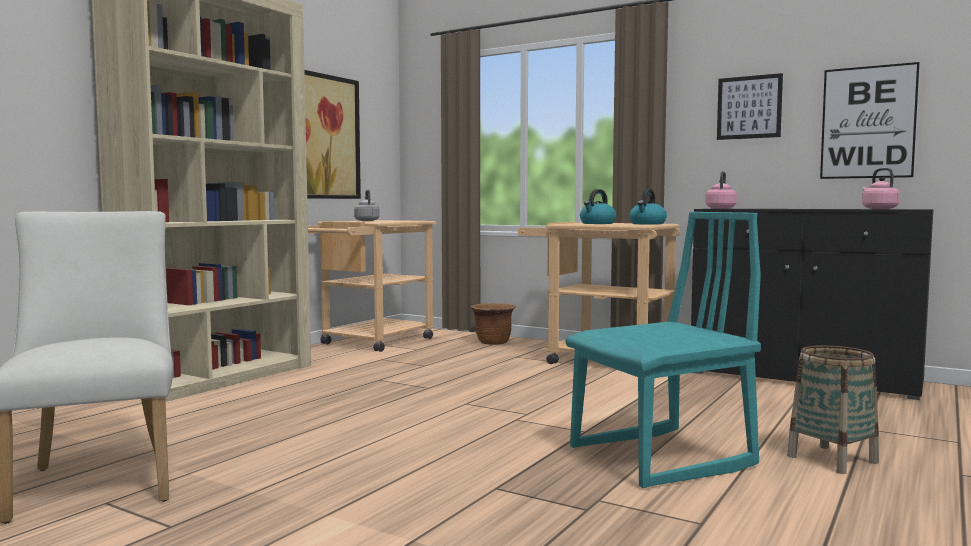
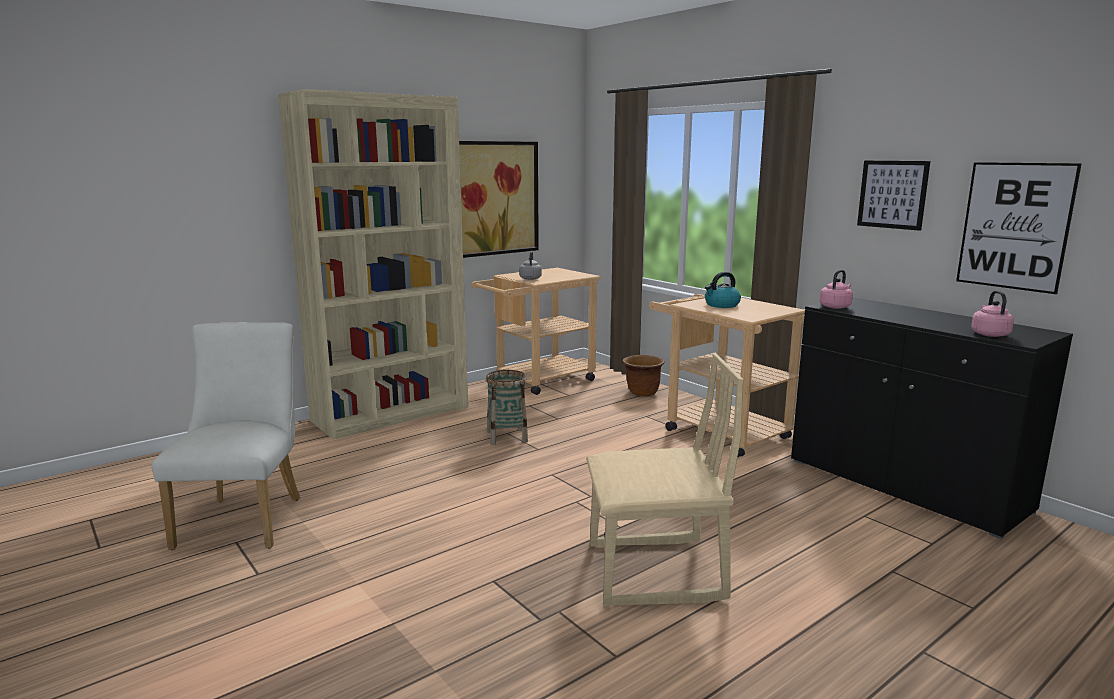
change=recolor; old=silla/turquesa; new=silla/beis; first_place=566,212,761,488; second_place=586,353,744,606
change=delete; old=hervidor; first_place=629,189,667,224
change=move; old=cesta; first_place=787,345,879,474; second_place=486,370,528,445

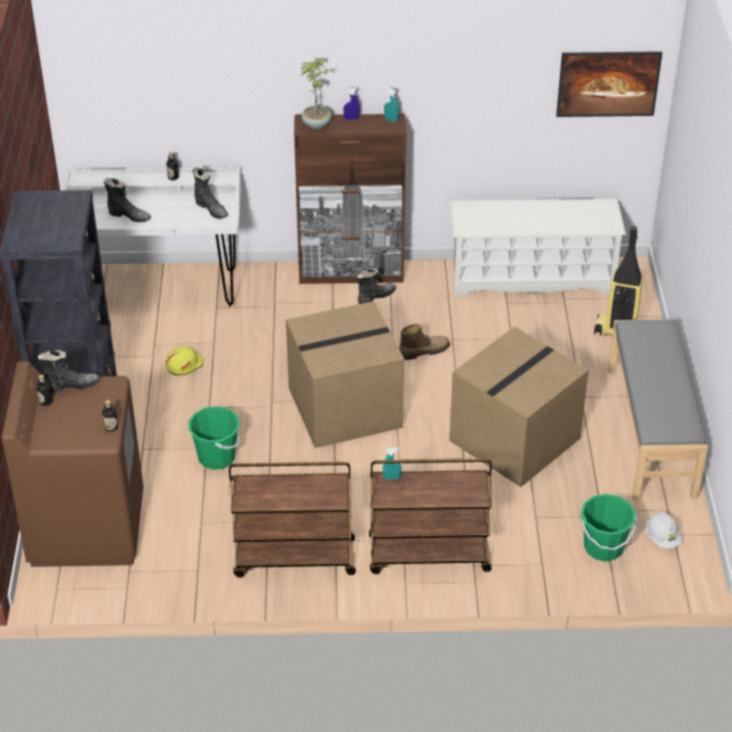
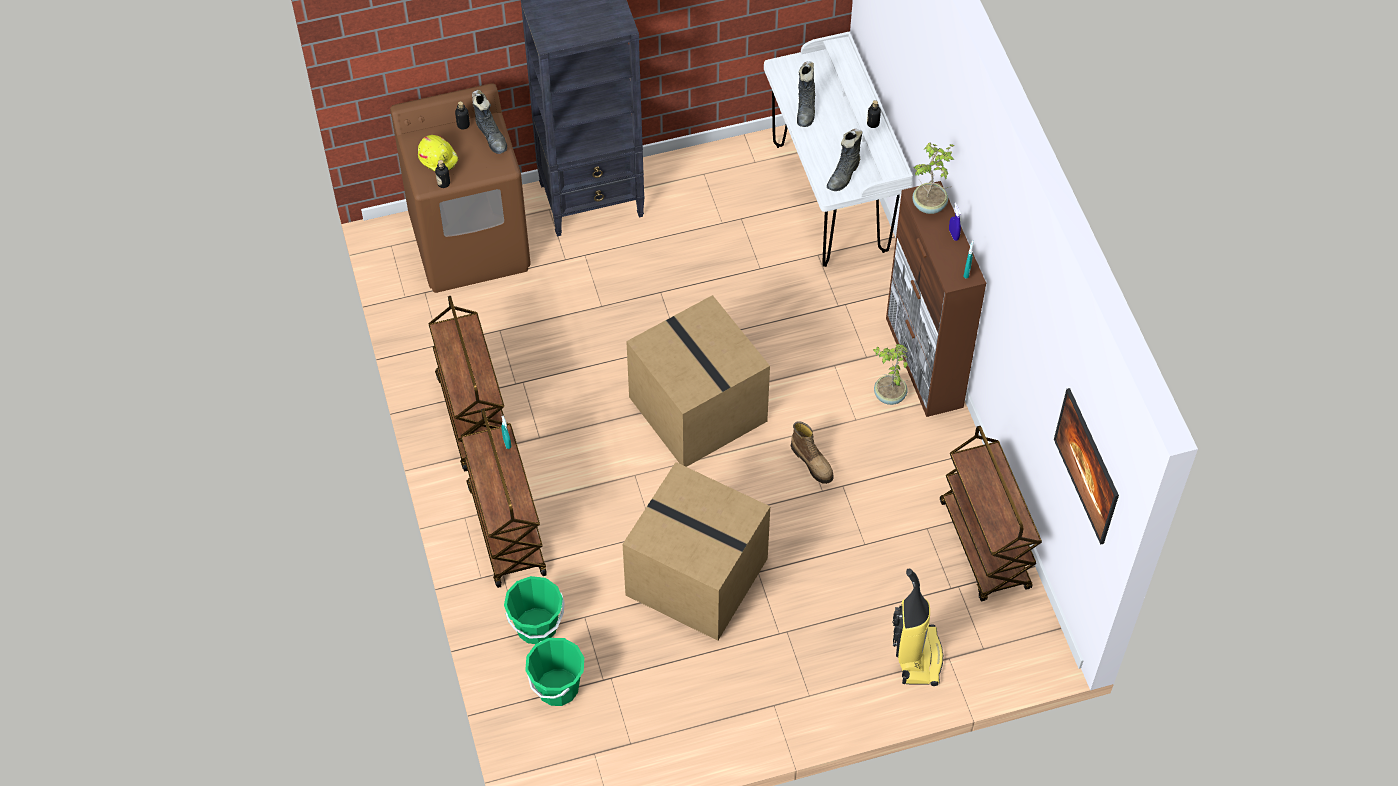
change=move; old=casco/amarillo; first_place=165,347,203,376; second_place=418,135,459,171
change=move; old=cubo/verde; first_place=188,406,240,470; second_place=504,576,565,644
change=replace; old=bota/negro; new=planta en maceta; first_place=357,268,396,304; second_place=873,344,908,405
change=replace; old=zapatero/blanco; new=carrito/marrón; first_place=449,199,626,296; second_place=940,426,1042,601
change=delete; old=banco/gris; first_place=608,319,708,499
change=delete; old=casco/blanco; first_place=645,512,682,549

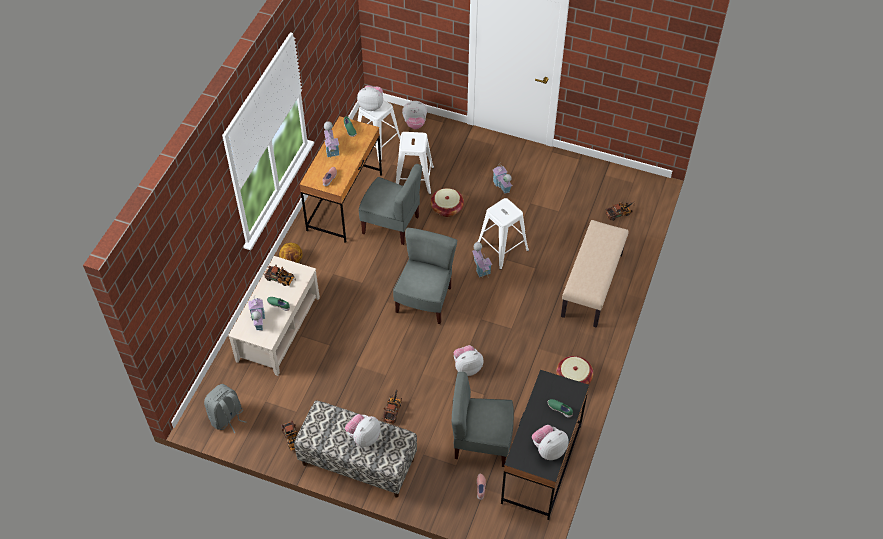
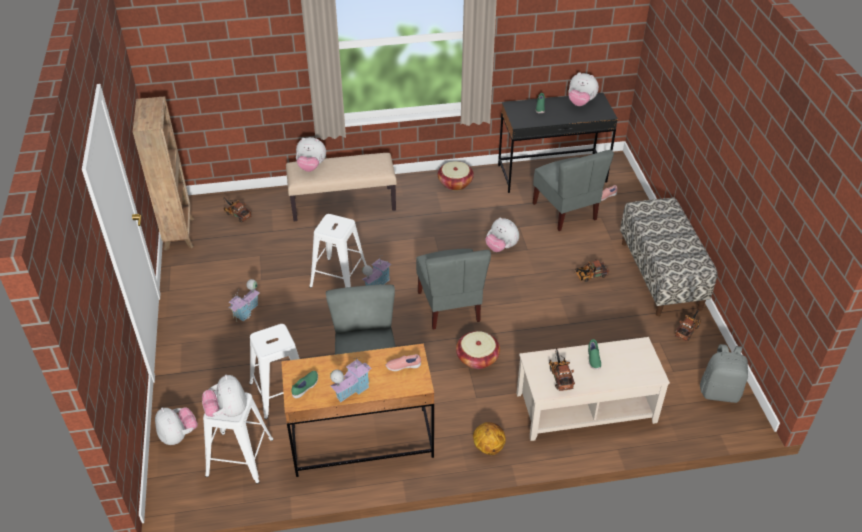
change=delete; old=casita; first_place=248,296,265,331
change=move; old=peluche; first_place=345,414,381,447; second_place=296,137,326,172
change=rotate; old=silla/gris; first_place=393,228,457,324; second_place=416,249,491,329; degrees=-90
change=move; old=cesta; first_place=431,188,464,217; second_place=456,331,500,369
change=insert; new=estantería/marrón; second_place=133,96,194,251

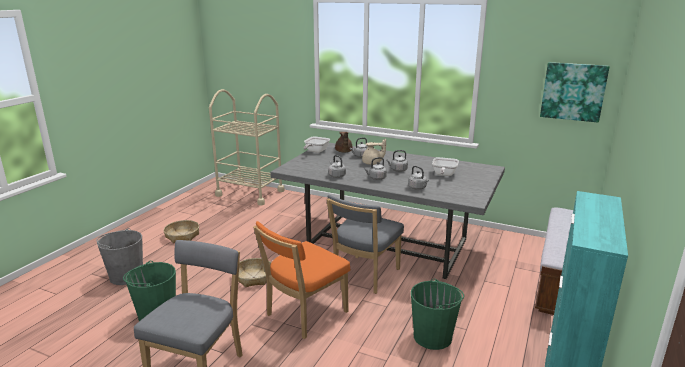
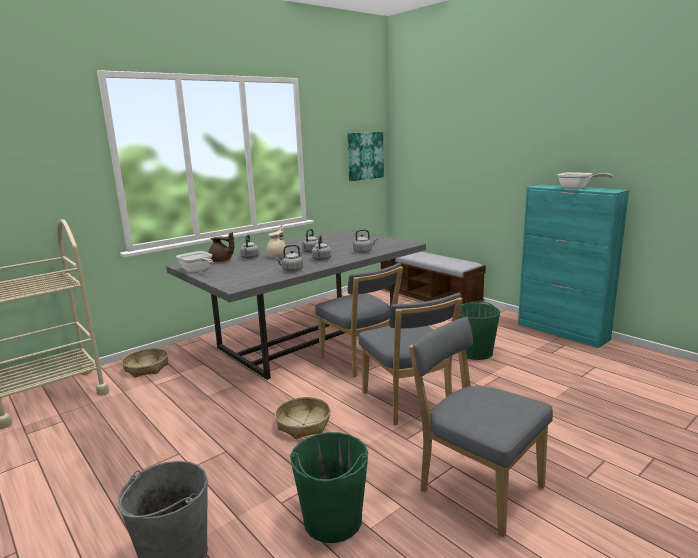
change=move; old=cesta; first_place=163,220,199,243; second_place=122,348,168,377
change=recolor; old=silla/naranja; new=silla/gris; first_place=253,221,350,339; second_place=359,293,463,425
change=move; old=sartén; first_place=432,157,459,176; second_place=557,172,613,189

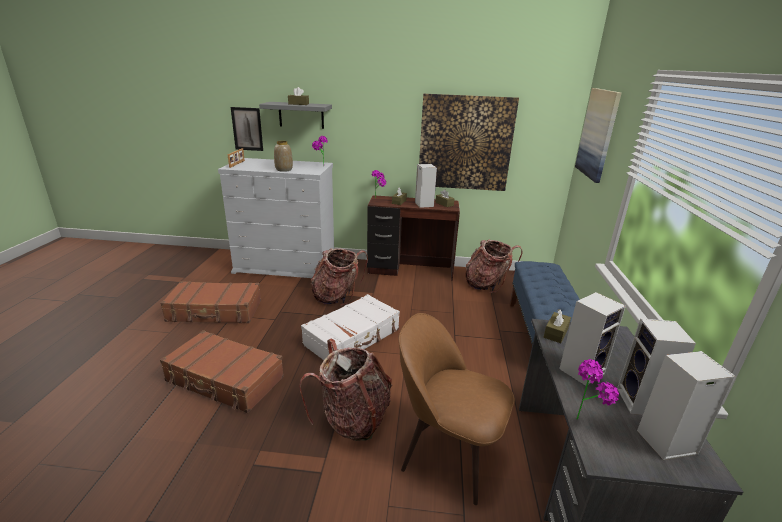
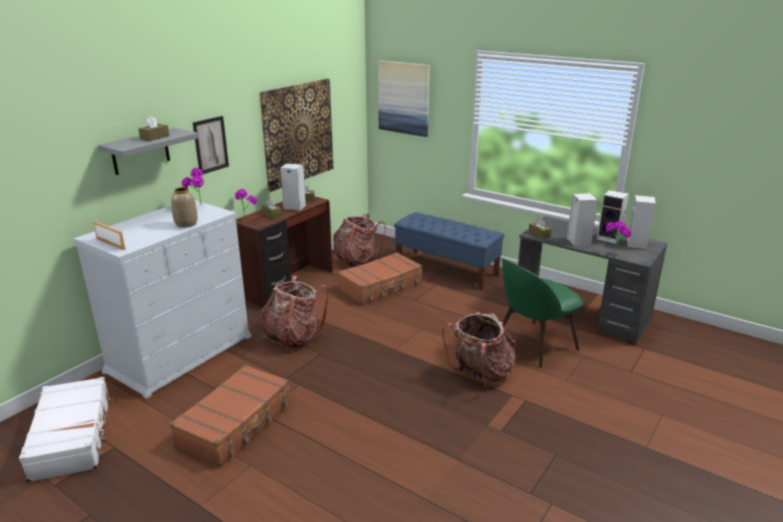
change=move; old=maleta/marrón; first_place=160,330,284,413; second_place=338,252,422,305
change=move; old=cuadro; first_place=231,107,263,151; second_place=193,116,229,174
change=move; old=maleta/blanco; first_place=301,294,400,360; second_place=19,377,113,482
change=recolor; old=silla/marrón; new=silla/verde; first_place=398,313,515,505; second_place=502,259,583,368

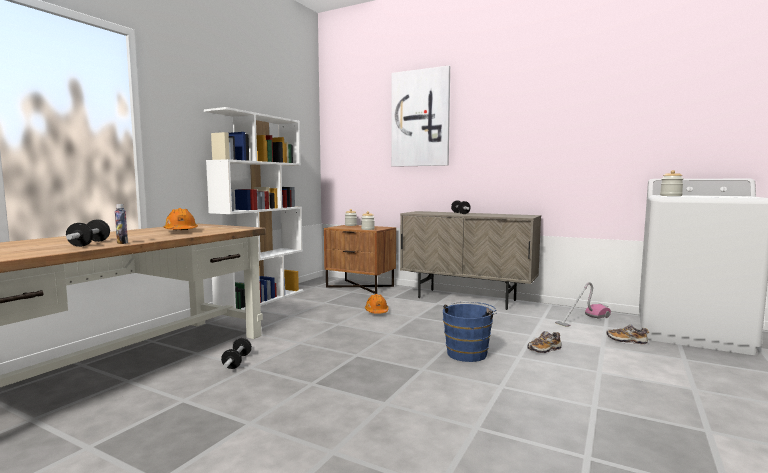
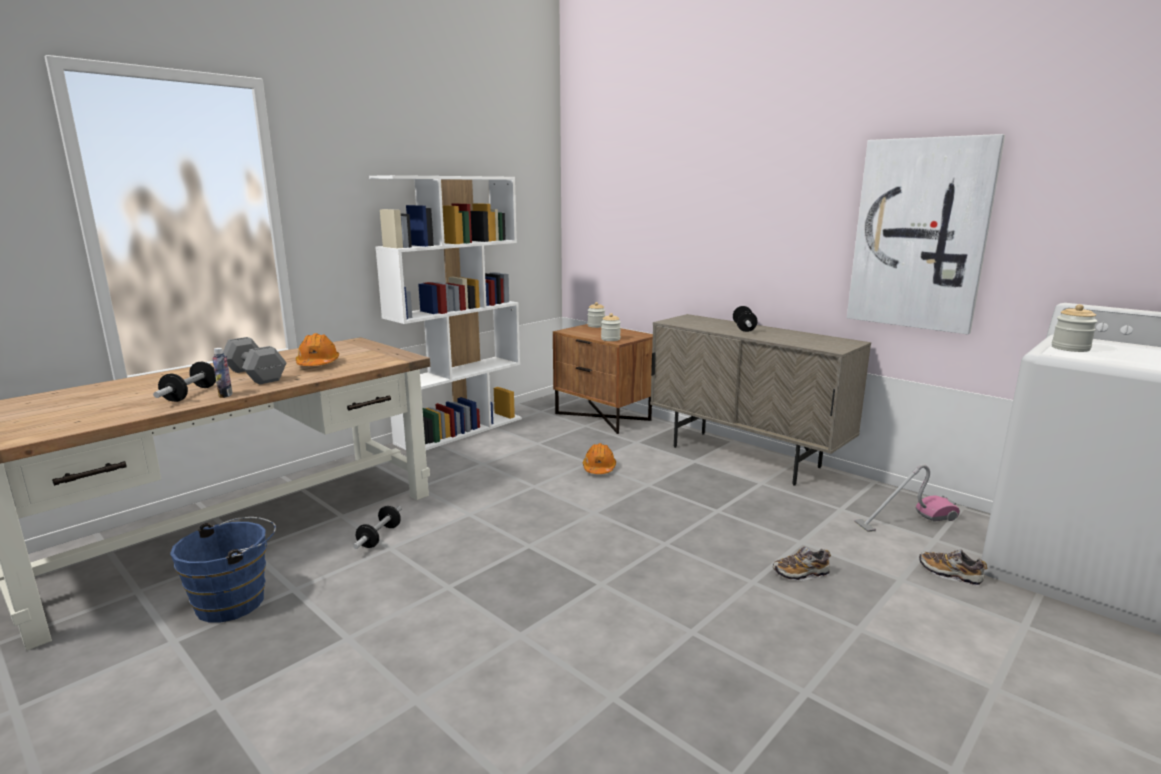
change=move; old=cuadro; first_place=391,66,450,167; second_place=847,134,1005,334
change=move; old=cubo/azul; first_place=443,302,497,362; second_place=170,517,276,623
change=insert; new=mancuerna/gris; second_place=223,337,287,385

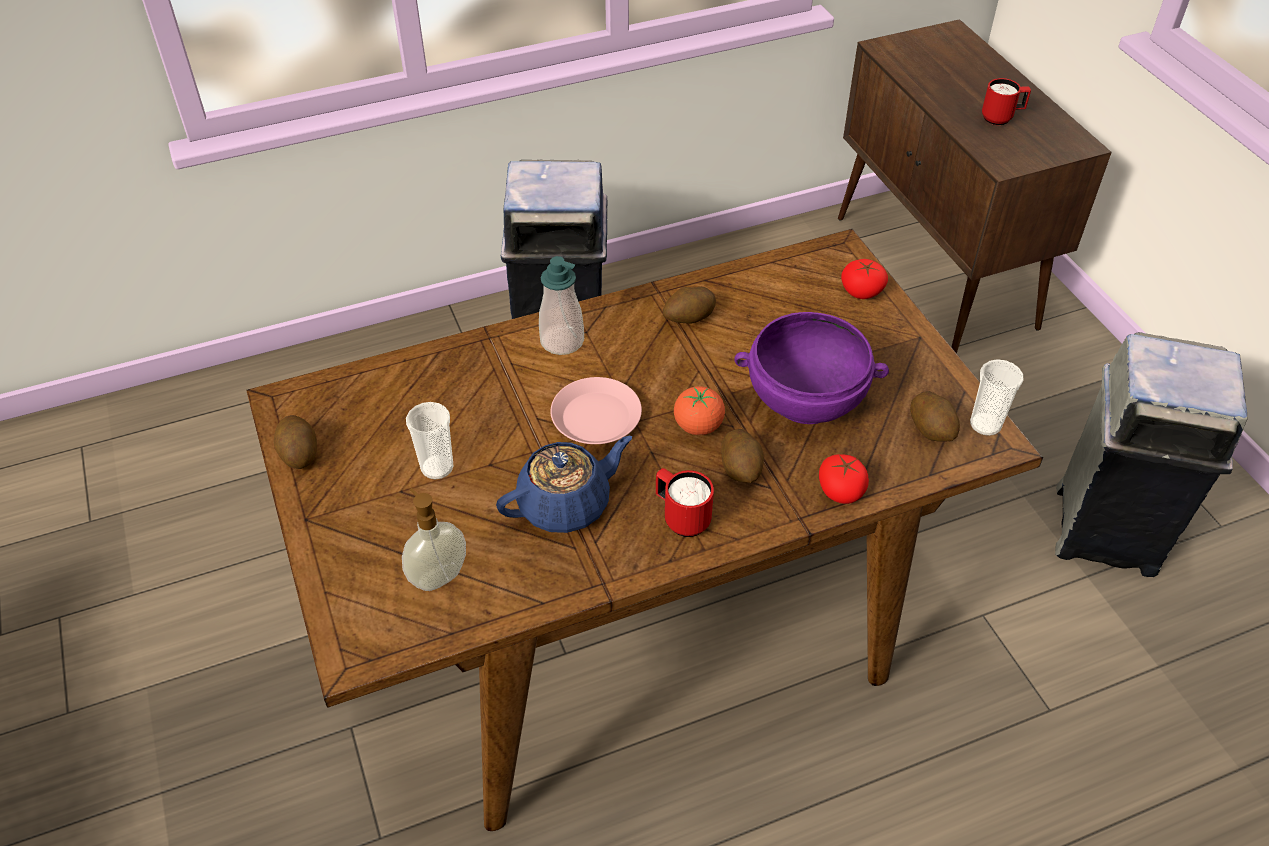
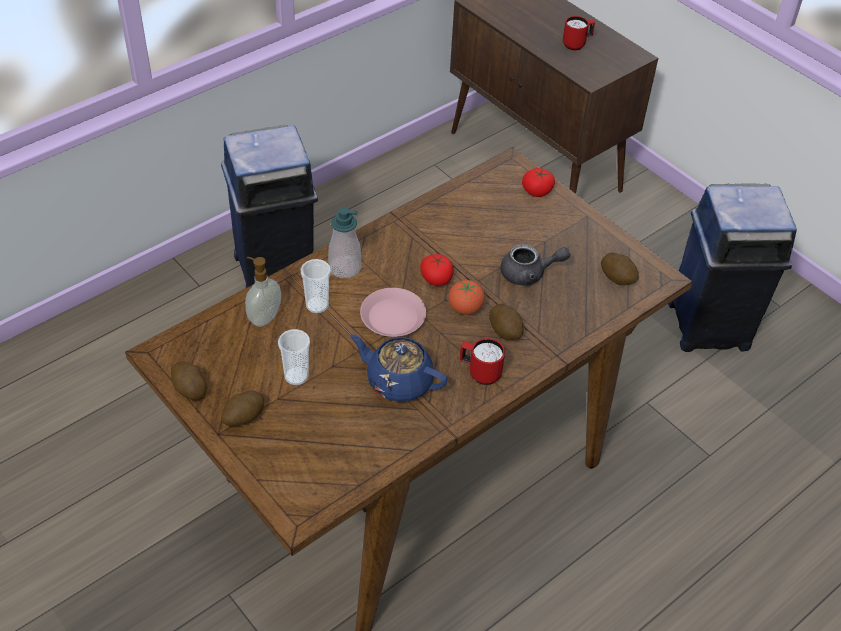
change=move; old=dispensador de jabón; first_place=402,488,466,591; second_place=245,257,281,327
change=rotate; old=tetera/azul; first_place=496,436,632,533; second_place=350,334,448,402; degrees=-105
change=move; old=patata; first_place=663,287,716,324; second_place=221,390,264,426
change=replace; old=cuenco/morado; new=tetera/gris; first_place=734,312,889,424; second_place=500,244,570,286
change=move; old=tomate; first_place=819,454,869,504; second_place=420,254,454,286
change=move; old=taza; first_place=970,359,1024,436; second_place=301,259,331,313
change=recolor; old=papelera/gris; new=papelera/azul; first_place=1055,332,1247,577; second_place=668,184,797,352

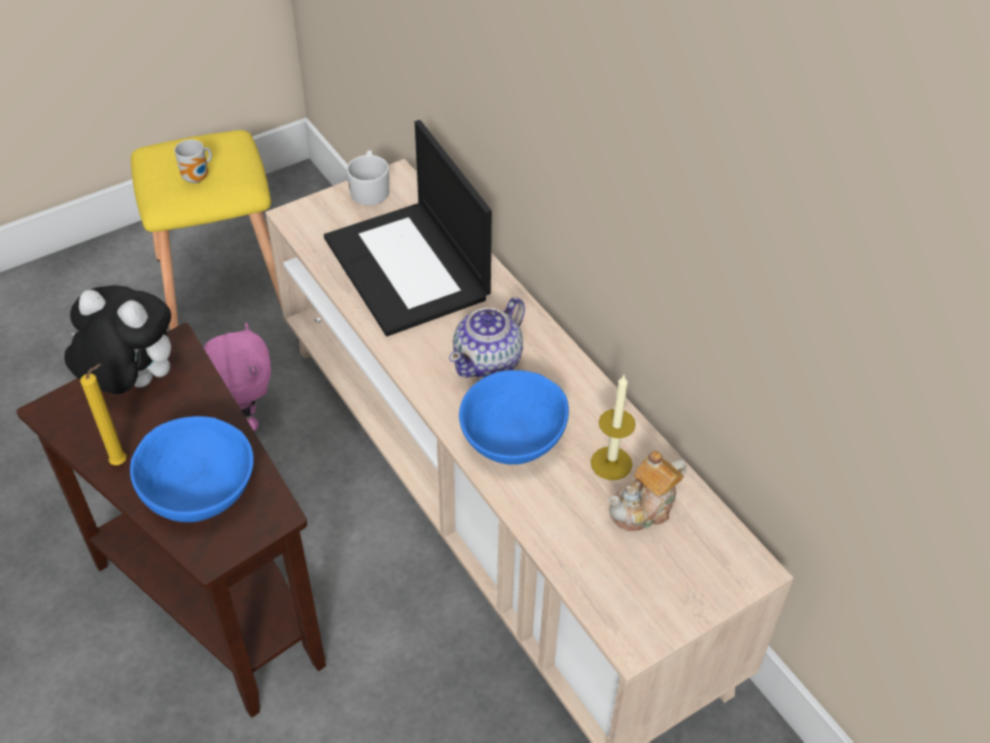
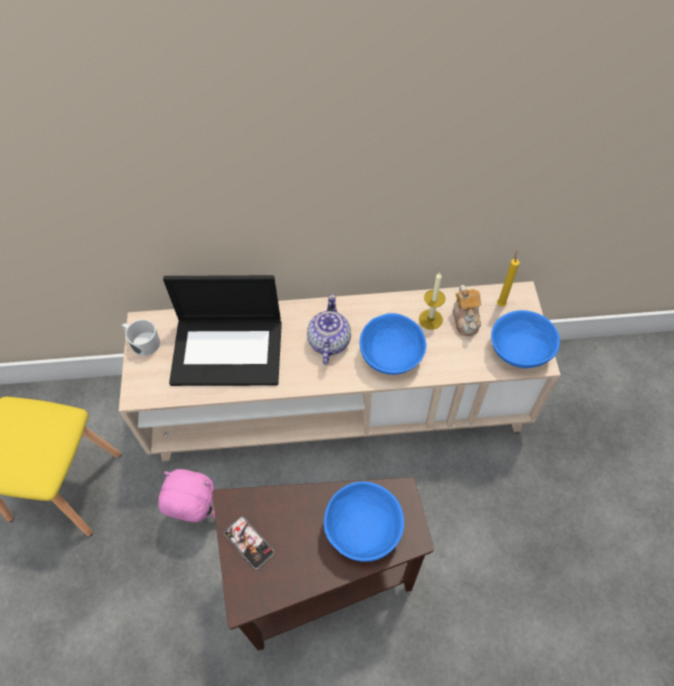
change=replace; old=peluche; new=móvil; first_place=64,285,171,394; second_place=224,517,274,569
change=move; old=vela/amarillo; first_place=80,364,127,465; second_place=497,250,520,307
change=delete; old=taza grande; first_place=174,140,212,183
change=rotate; old=tetera; first_place=449,297,525,378; second_place=307,294,351,365; degrees=-150
change=insert; new=cuenco/azul; second_place=491,310,560,368

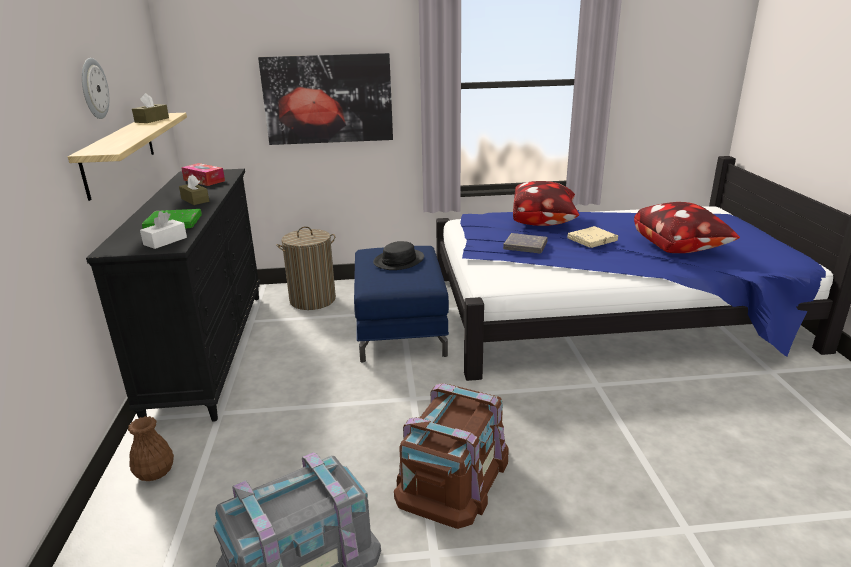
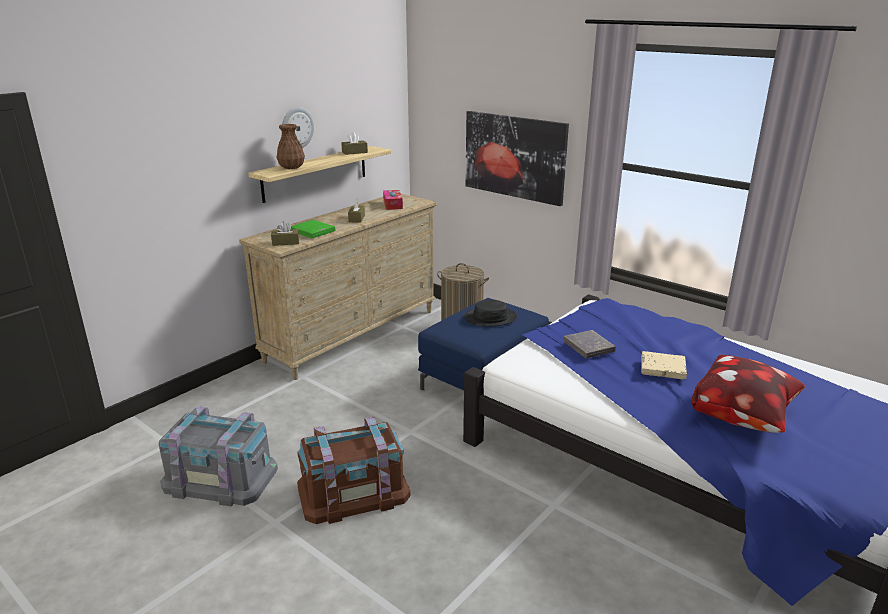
change=recolor; old=cómoda/negro; new=cómoda/beis; first_place=86,169,261,422; second_place=239,194,437,380
change=move; old=florero/marrón; first_place=128,416,174,481; second_place=276,124,305,169
change=recolor; old=caja de pañuelos/blanco; new=caja de pañuelos/marrón; first_place=140,211,187,249; second_place=271,221,299,246
change=delete; old=cojín; first_place=513,181,579,226

